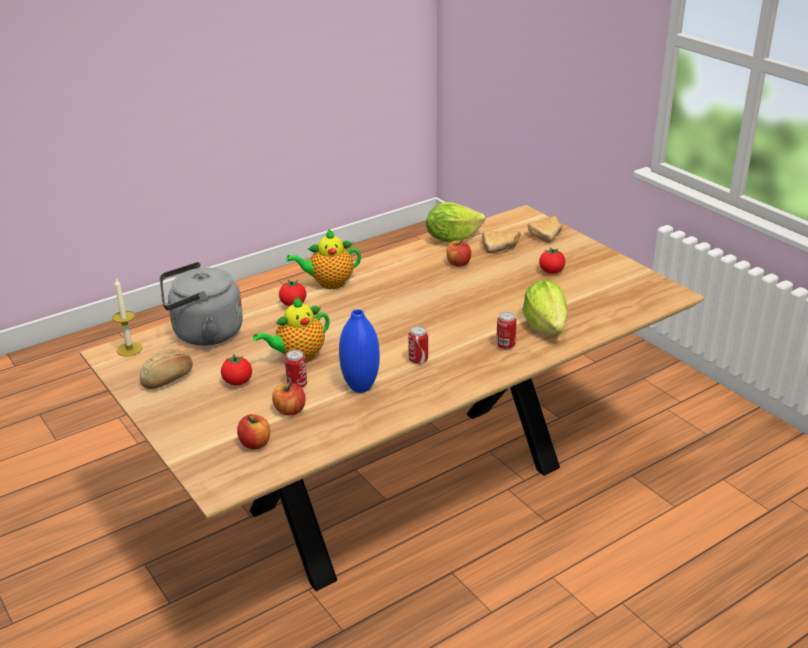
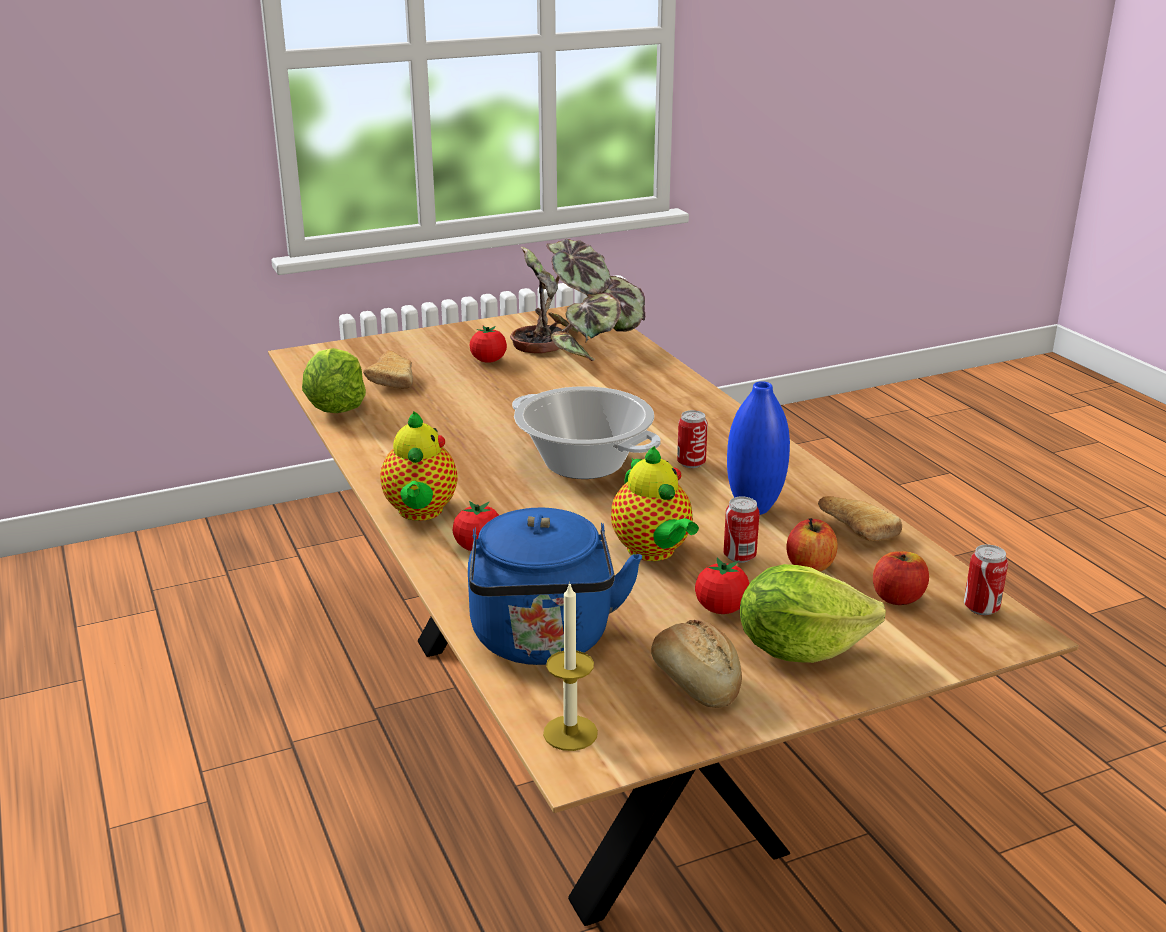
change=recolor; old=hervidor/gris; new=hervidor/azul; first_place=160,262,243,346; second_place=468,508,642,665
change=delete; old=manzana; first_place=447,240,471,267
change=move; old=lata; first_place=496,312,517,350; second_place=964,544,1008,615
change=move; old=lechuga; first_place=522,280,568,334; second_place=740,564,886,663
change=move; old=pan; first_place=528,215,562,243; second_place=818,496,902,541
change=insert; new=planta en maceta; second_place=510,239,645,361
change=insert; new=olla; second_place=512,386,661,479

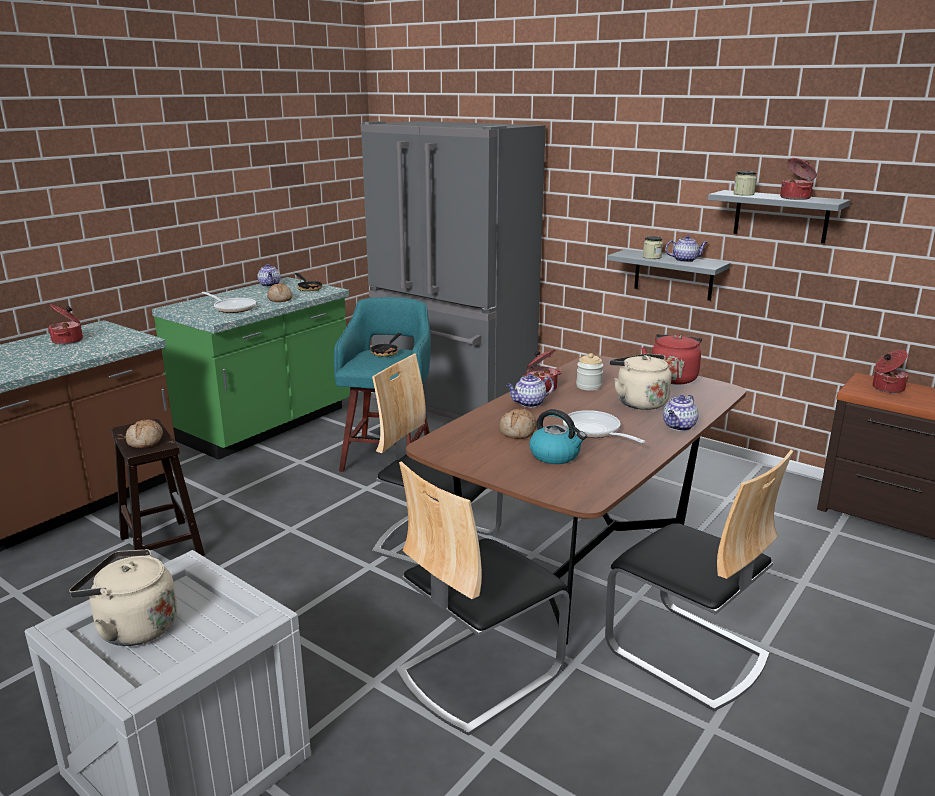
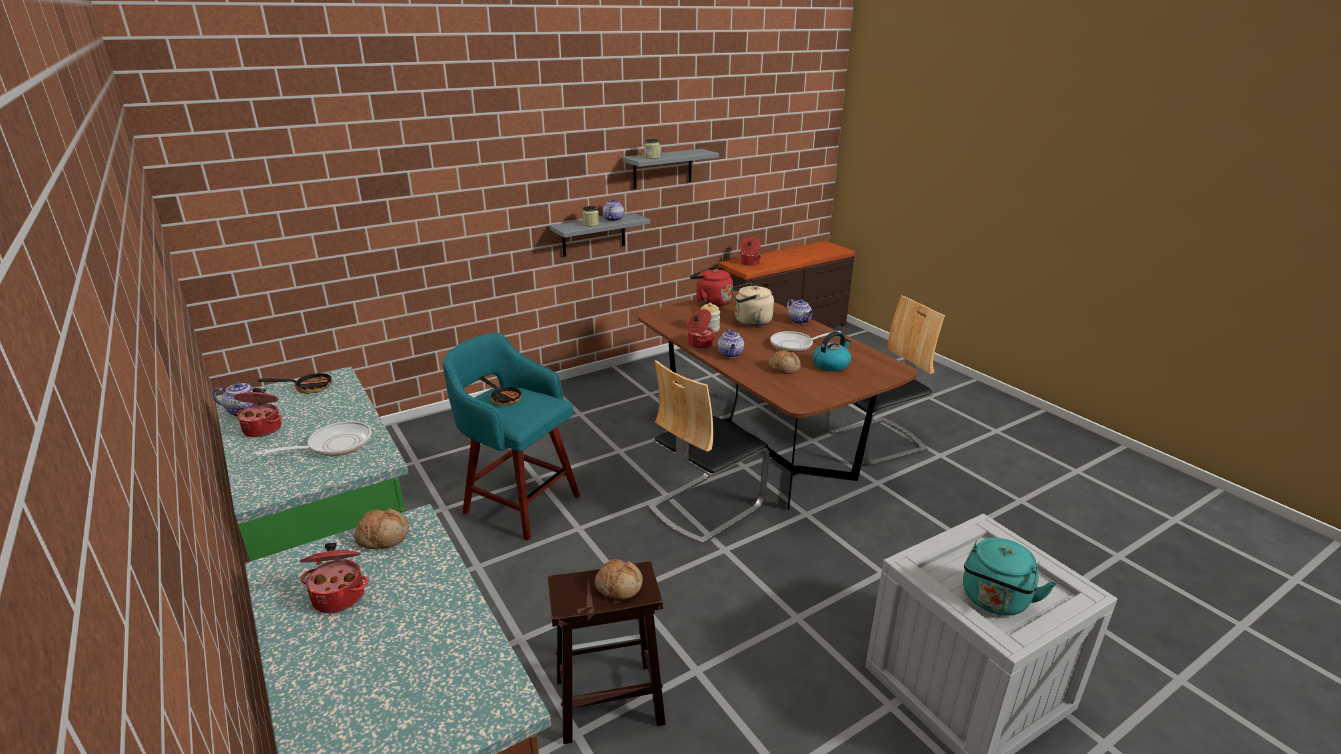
change=recolor; old=hervidor/beis; new=hervidor/turquesa; first_place=69,549,177,646; second_place=963,538,1056,615
change=move; old=pan; first_place=267,283,293,302; second_place=354,508,409,549
change=delete; old=nevera/gris; first_place=361,121,546,420
change=delete; old=silla; first_place=396,461,570,736
change=move; old=olla; first_place=780,158,817,200; second_place=234,388,282,437

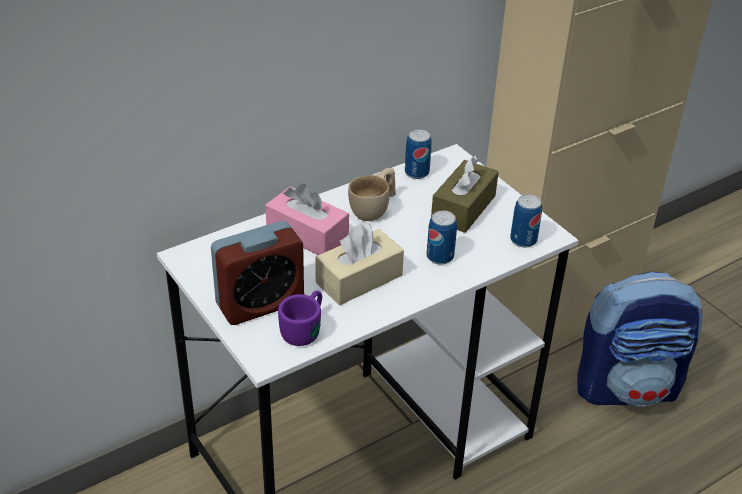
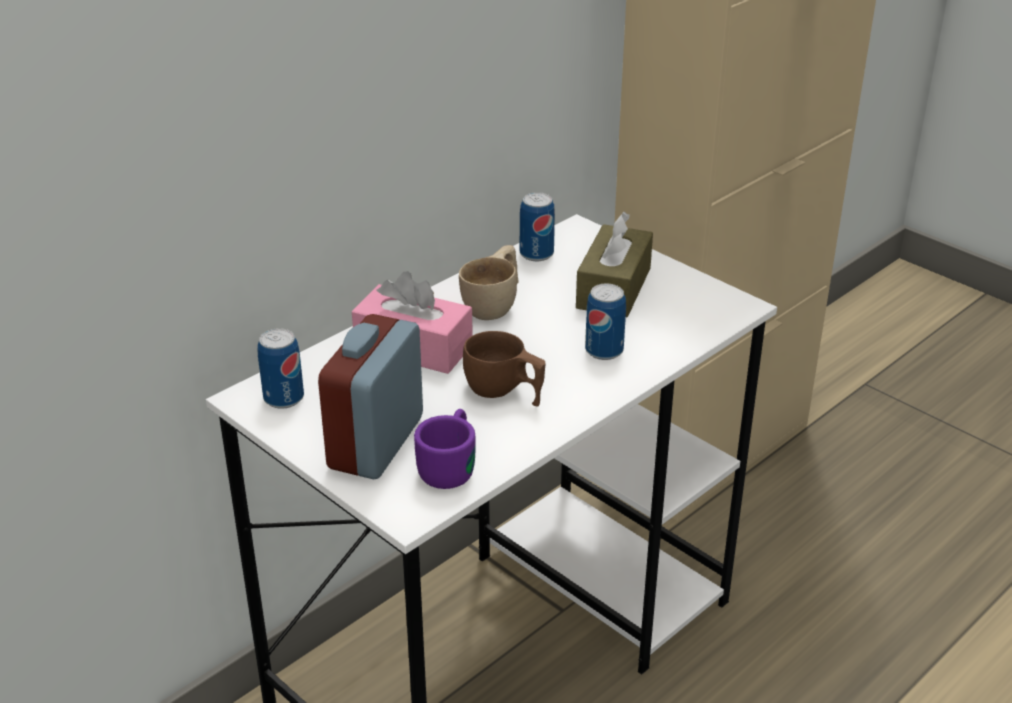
change=rotate; old=despertador; first_place=211,221,304,325; second_place=318,314,423,479; degrees=150
change=replace; old=caja de pañuelos/beis; new=taza/marrón; first_place=315,224,404,305; second_place=463,331,545,406
change=move; old=lata; first_place=510,195,542,248; second_place=258,328,304,409
change=delete; old=mochila; first_place=578,272,703,407

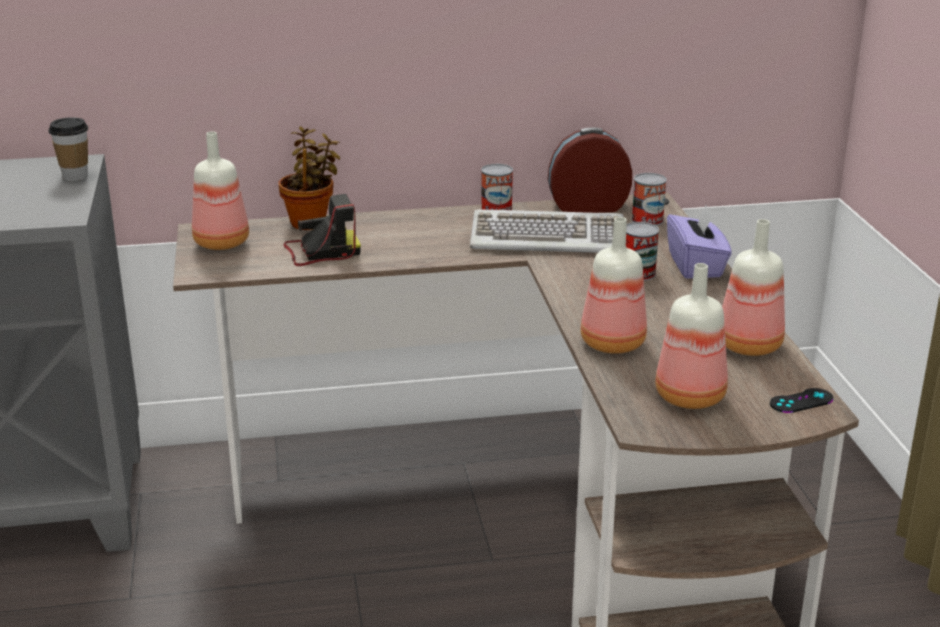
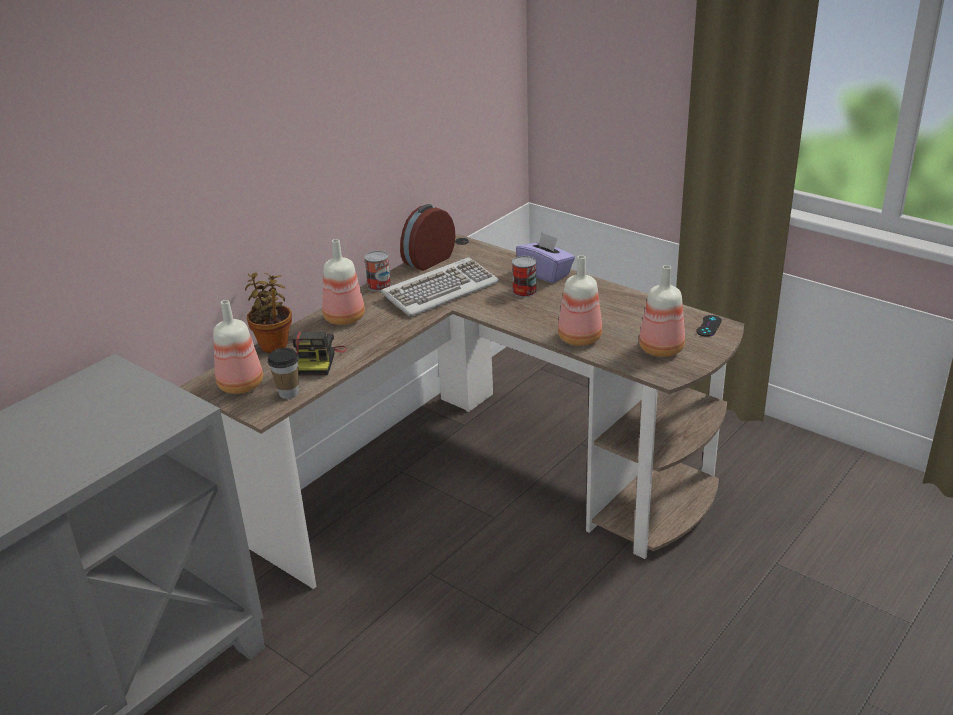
change=move; old=taza; first_place=48,117,88,181; second_place=268,348,299,399
change=rotate; old=cámara; first_place=283,194,361,266; second_place=292,332,347,376; degrees=150
change=delete; old=lata; first_place=631,173,667,226
change=move; old=botella; first_place=722,219,785,356; second_place=322,239,365,325

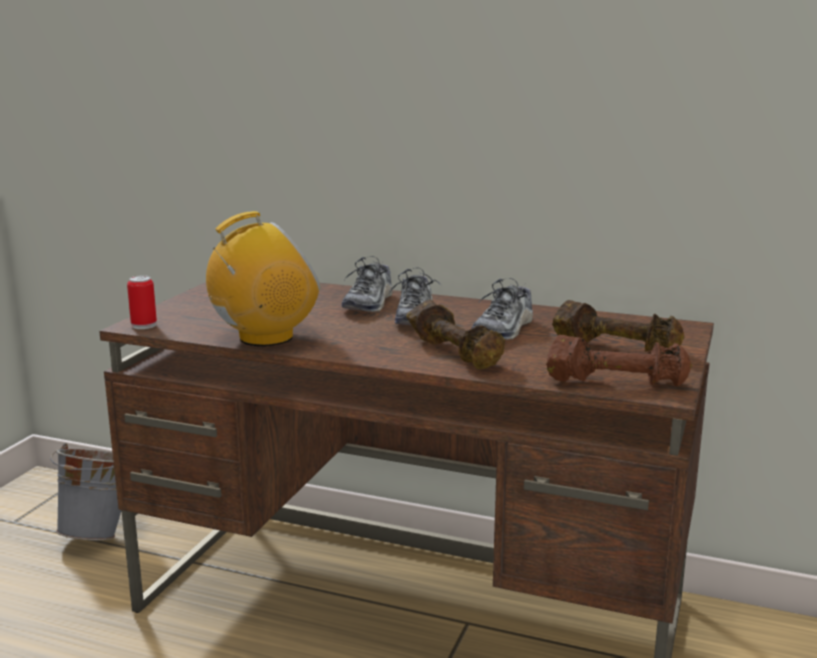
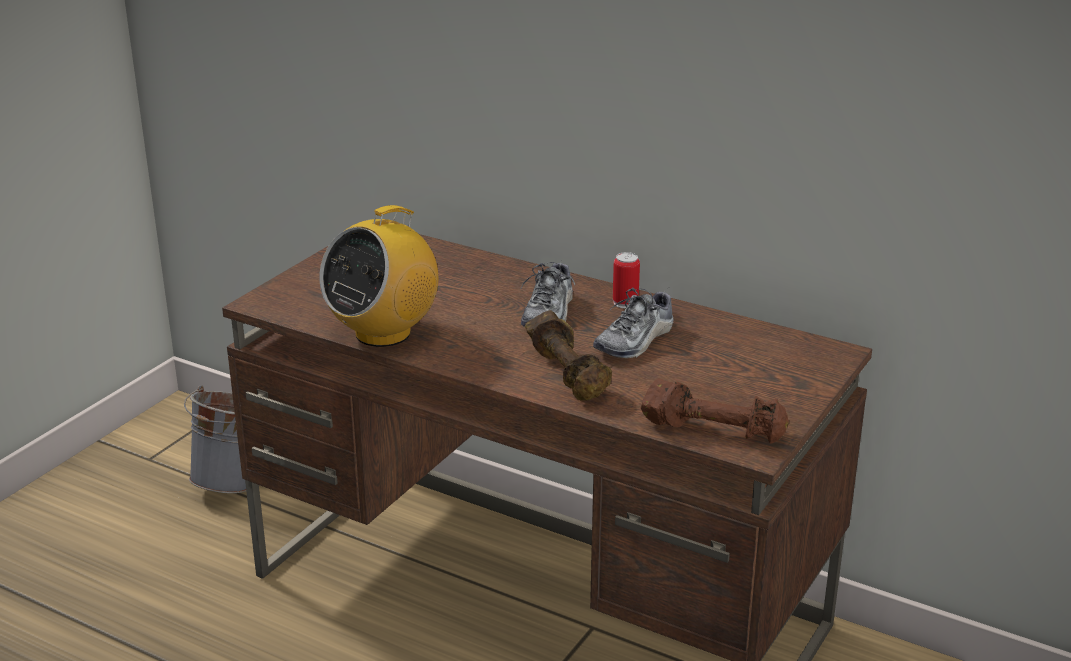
change=move; old=lata; first_place=127,275,157,329; second_place=613,252,640,308
change=rotate; old=radio; first_place=206,211,321,346; second_place=319,205,438,347; degrees=150
change=delete; old=zapato; first_place=342,256,393,312
change=delete; old=mancuerna/marrón; first_place=552,300,684,351

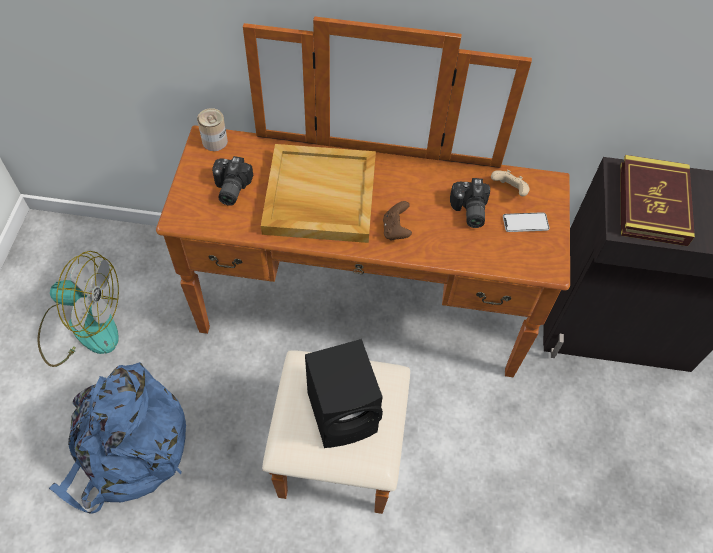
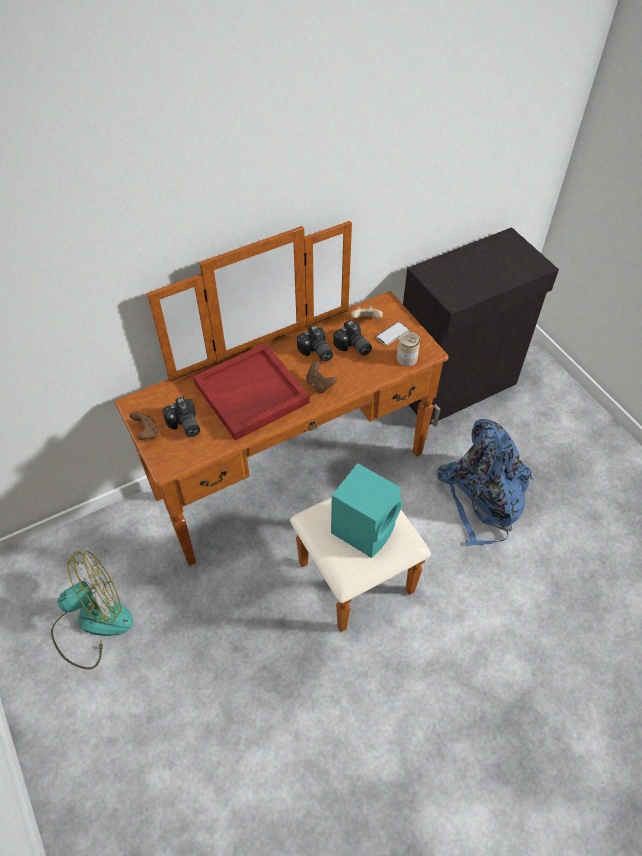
change=move; old=mochila/azul; first_place=49,362,186,514; second_place=437,419,534,546
change=move; old=lata; first_place=197,108,228,151; second_place=397,332,420,366
change=recolor; old=bandeja/beis; new=bandeja/rojo; first_place=261,144,376,243; second_place=193,343,310,441
change=recolor; old=altavoz/negro; new=altavoz/turquesa; first_place=305,339,383,448; second_place=331,463,403,558
change=delete; old=libro; first_place=620,155,695,246
change=insert; new=mando de consola/marrón; second_place=129,412,159,440
change=insert; new=cámara; second_place=297,325,333,362

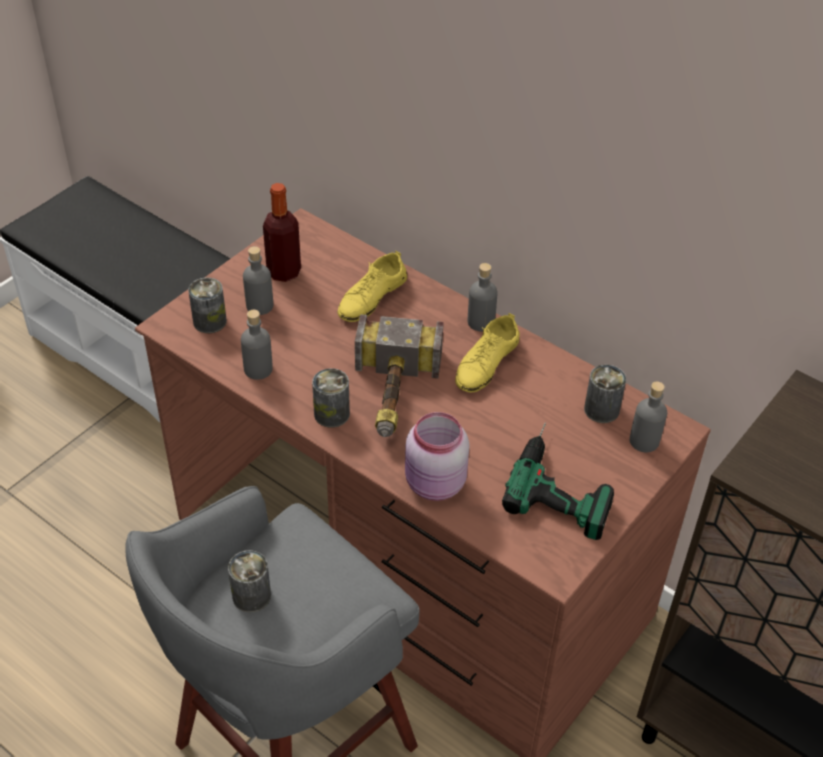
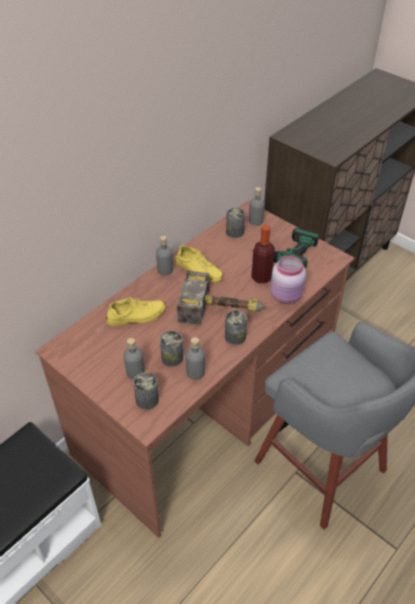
change=move; old=lata; first_place=228,550,271,613; second_place=160,331,183,367
change=move; old=botella; first_place=263,183,301,282; second_place=251,225,275,284
change=rotate; old=zapato/amarillo; first_place=337,251,407,322; second_place=106,297,165,326; degrees=-60

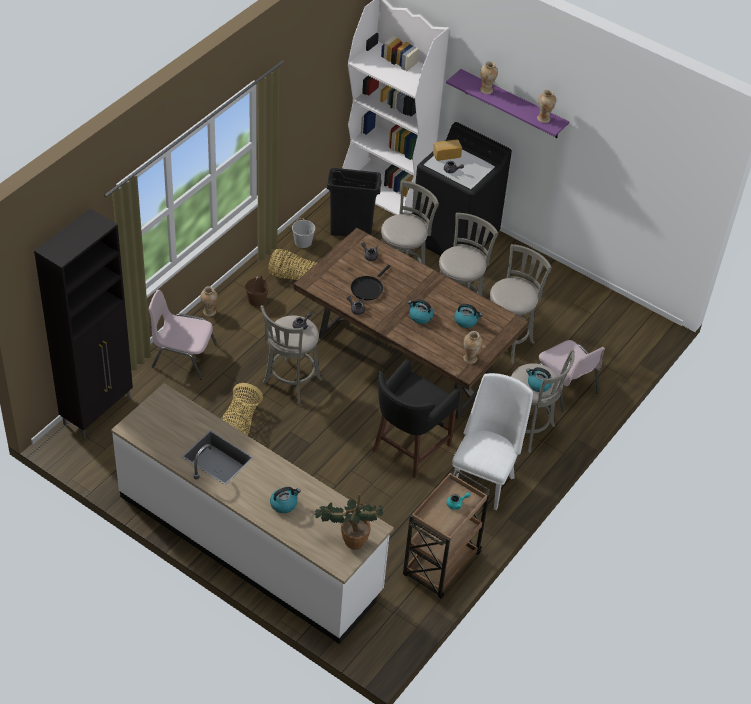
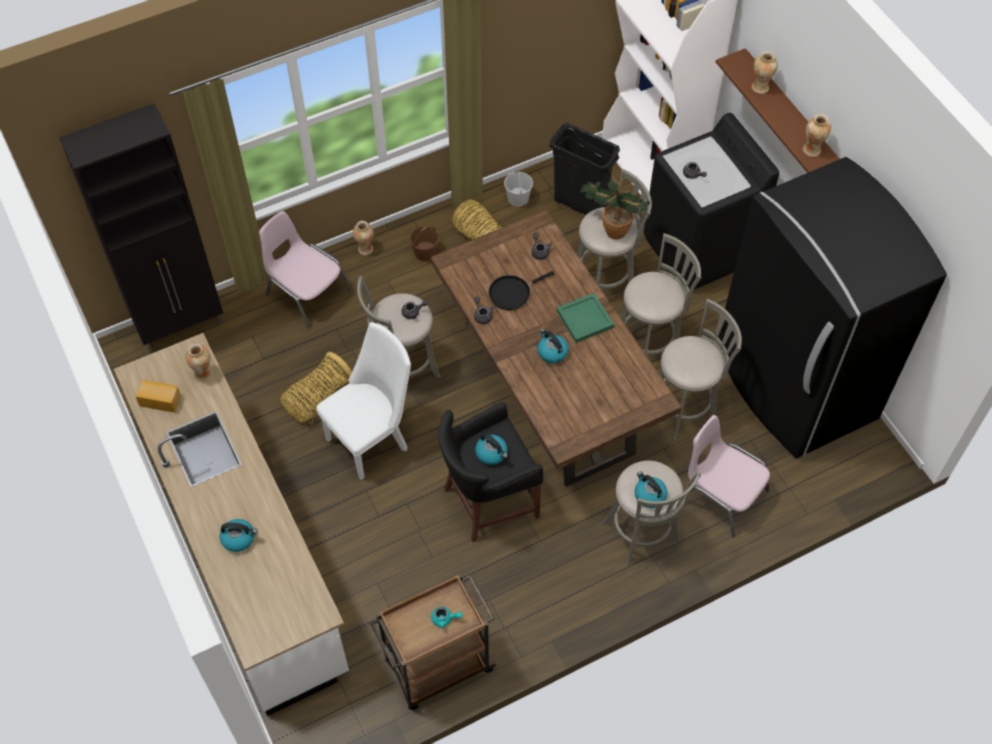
change=move; old=planta en maceta; first_place=315,494,383,550; second_place=581,176,650,239
change=move; old=pan; first_place=433,140,462,161; second_place=136,380,181,412
change=recolor; old=estante/morado; new=estante/marrón; first_place=446,69,569,138; second_place=716,48,840,173
change=move; old=silla/blanco; first_place=452,373,533,510; second_place=316,322,411,480
change=move; old=hervidor; first_place=454,304,483,328; second_place=475,433,508,465
change=move; old=florero; first_place=463,331,483,364; second_place=185,344,212,382
change=rotate; old=silla/rosa; first_place=538,340,605,411; second_place=688,415,770,537; degrees=135
change=insert; new=bandeja/verde; second_place=557,293,614,343
change=insert; new=nevera/negro; second_place=718,157,947,458

